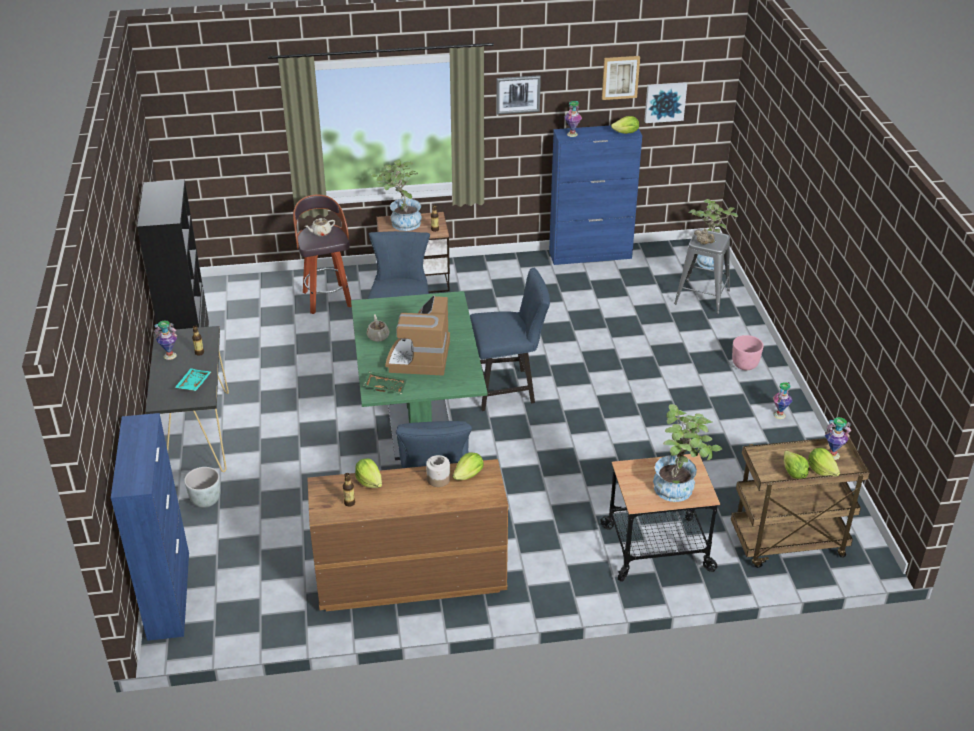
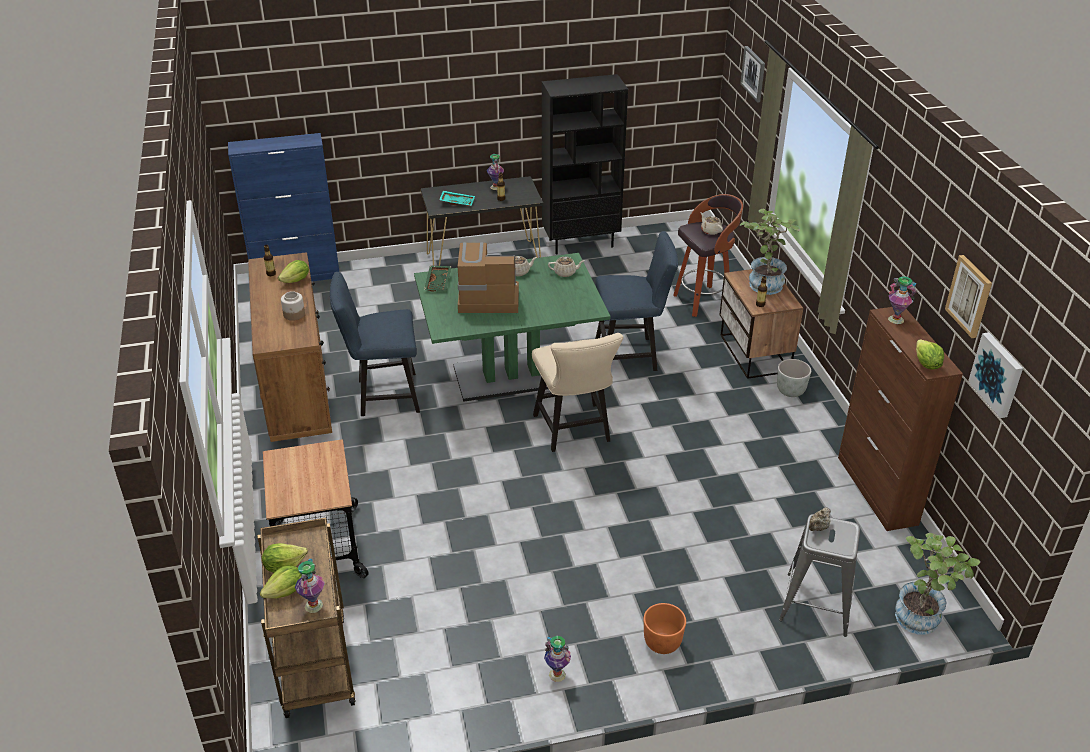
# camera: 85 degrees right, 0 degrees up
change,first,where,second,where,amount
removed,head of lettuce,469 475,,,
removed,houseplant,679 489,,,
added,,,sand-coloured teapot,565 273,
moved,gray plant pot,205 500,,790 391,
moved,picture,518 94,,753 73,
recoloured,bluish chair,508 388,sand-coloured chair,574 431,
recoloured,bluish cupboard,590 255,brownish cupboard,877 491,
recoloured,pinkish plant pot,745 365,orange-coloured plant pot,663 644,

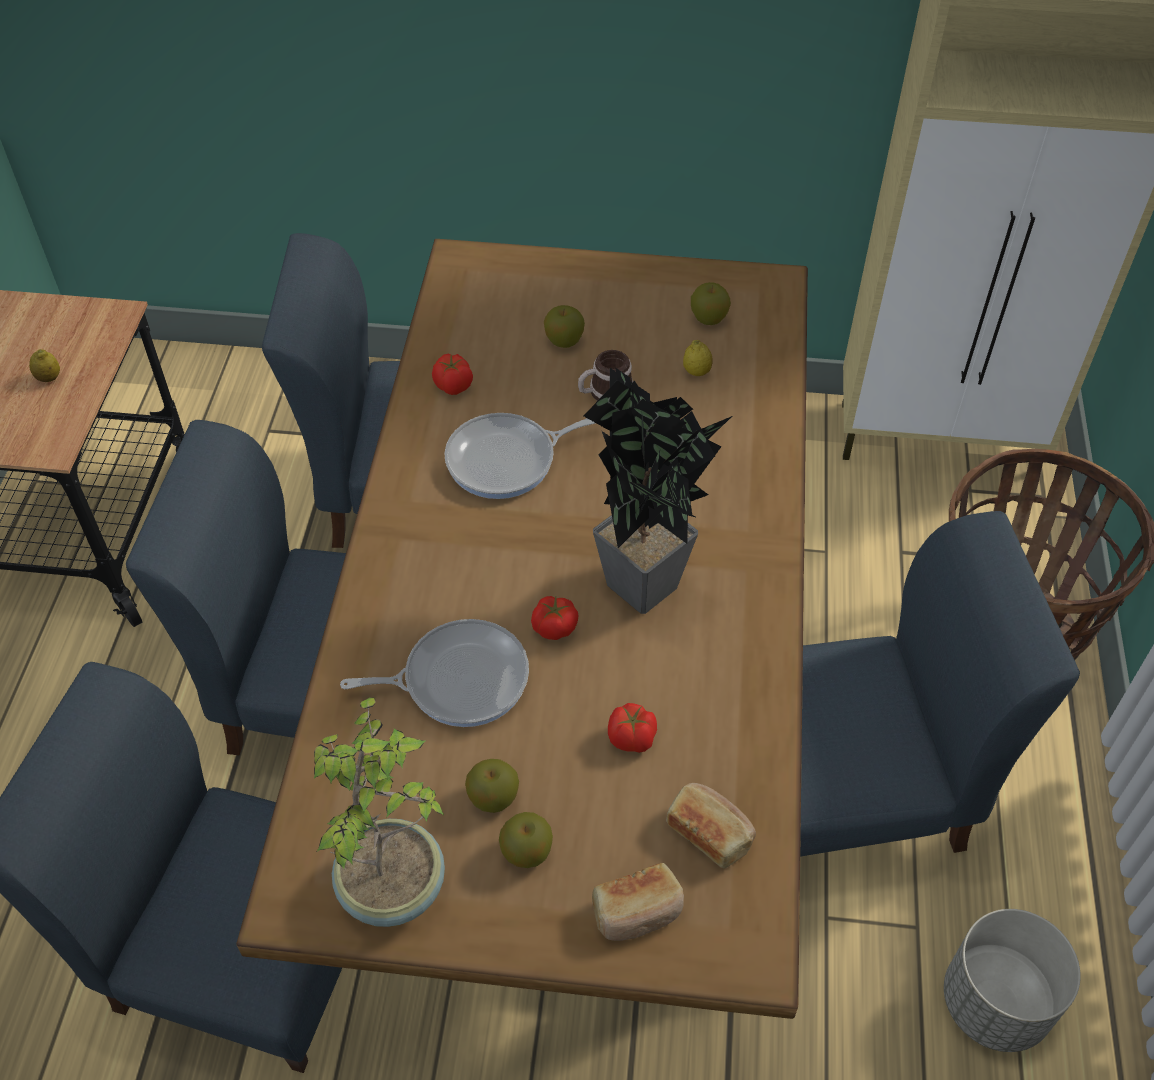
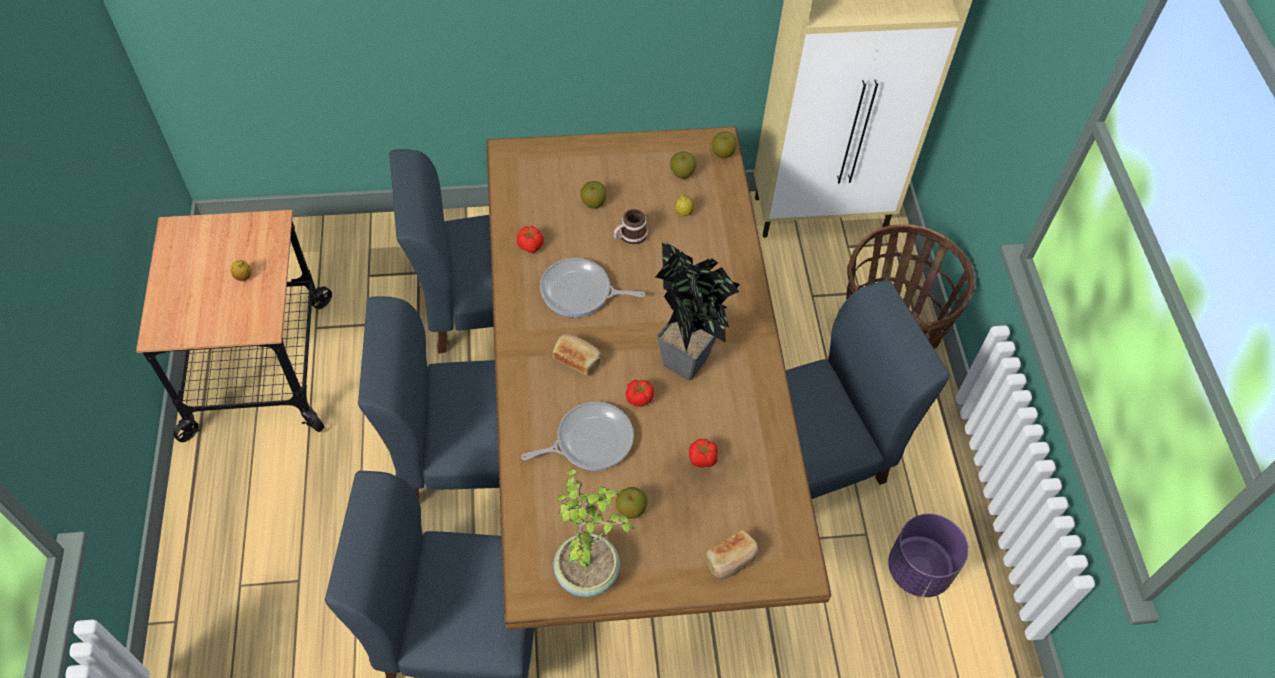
# camera: 15 degrees left, 5 degrees up
change,first,where,second,where,amount
moved,apple,526 852,,723 153,
moved,bakery bread,710 832,,577 359,
recoloured,gray plant pot,996 1002,purple-coloured plant pot,919 569,
turned,pan,507 460,,580 292,45 degrees clockwise

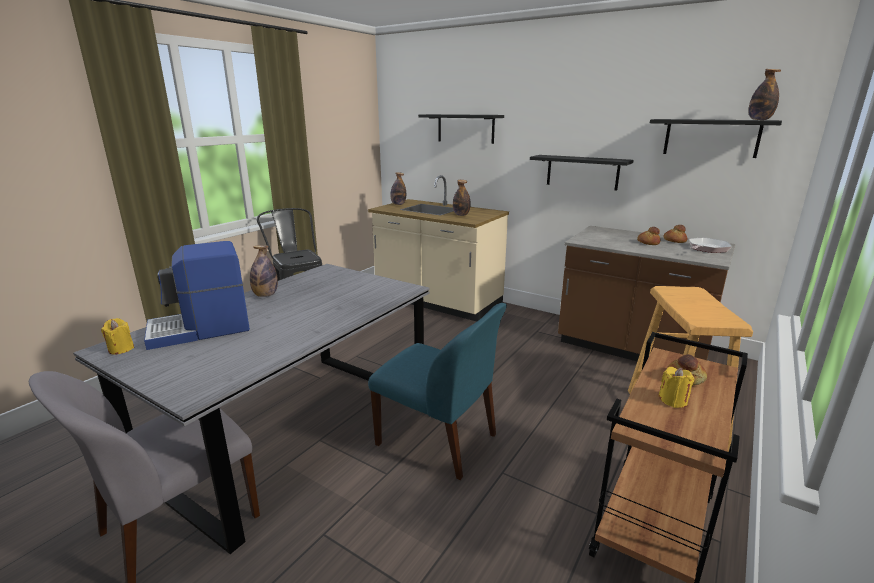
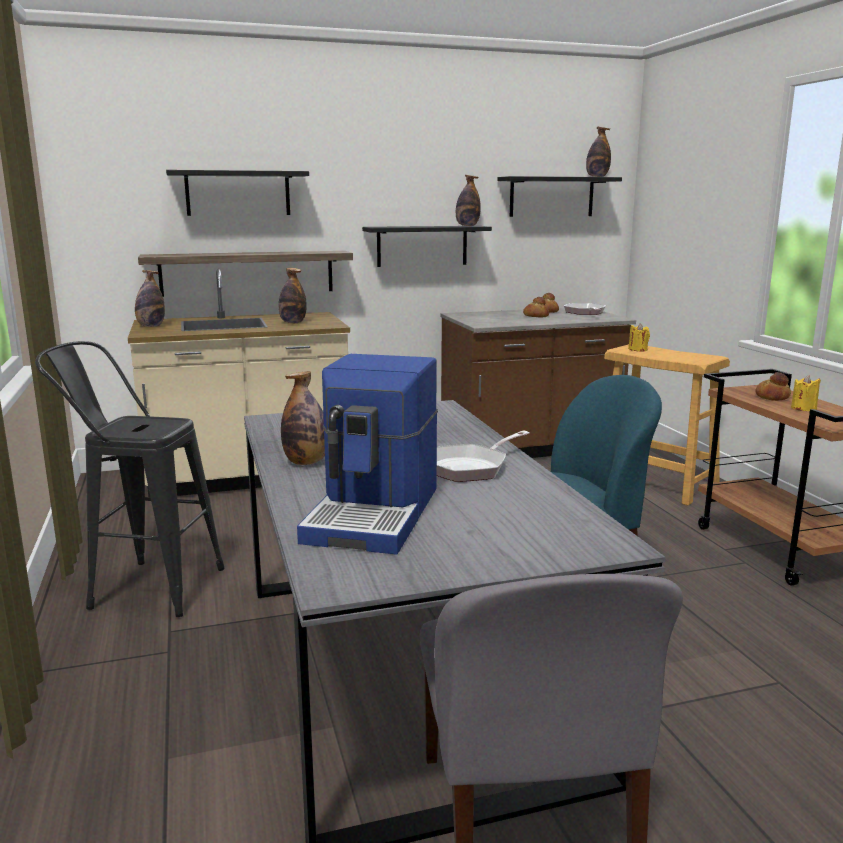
# camera: 50 degrees left, 5 degrees down
change,first,where,second,where,amount
added,,,wall shelf,247 273,
added,,,pan,470 467,
added,,,beverage bottle,467 226,
moved,yellow candle,121 349,,638 349,

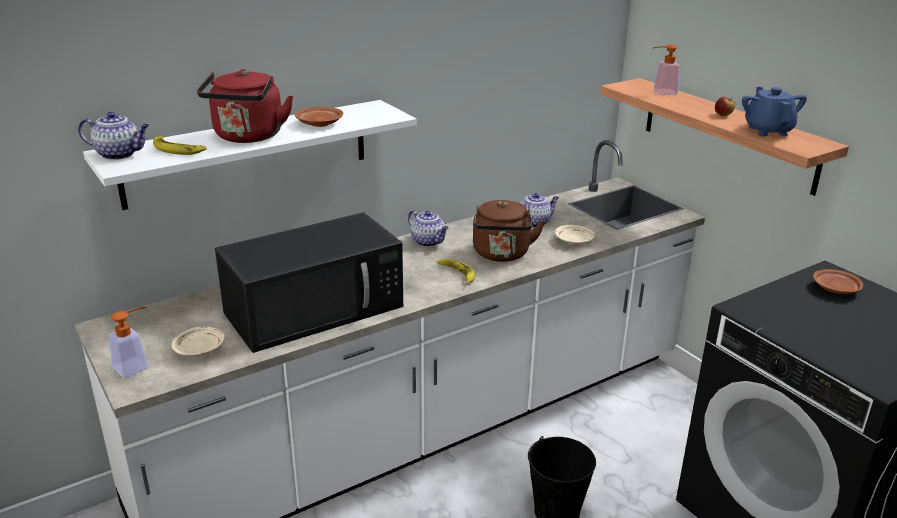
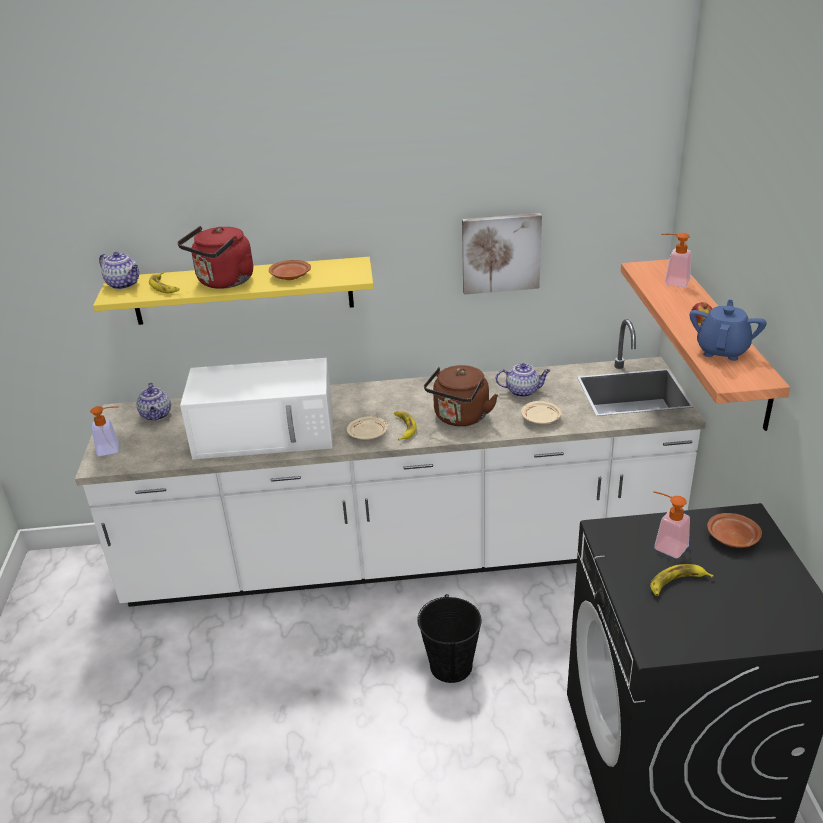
# camera: 30 degrees right, 5 degrees up
change,first,where,second,where,amount
added,,,picture,500 253,
added,,,banana fruit,677 583,
added,,,soap bottle,665 545,
moved,sand-coloured flat dish,200 349,,368 434,
moved,teapot,428 242,,157 415,
recoloured,whitish wall shelf,248 153,yellow wall shelf,243 291,
recoloured,blackish microwave,316 308,whitish microwave,267 433,

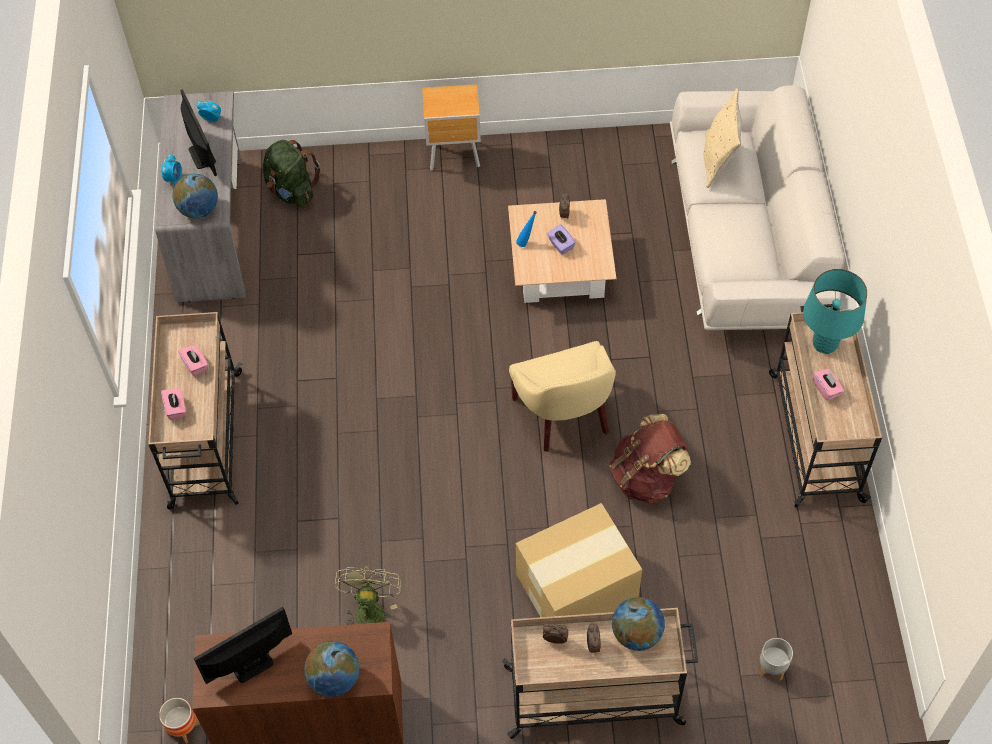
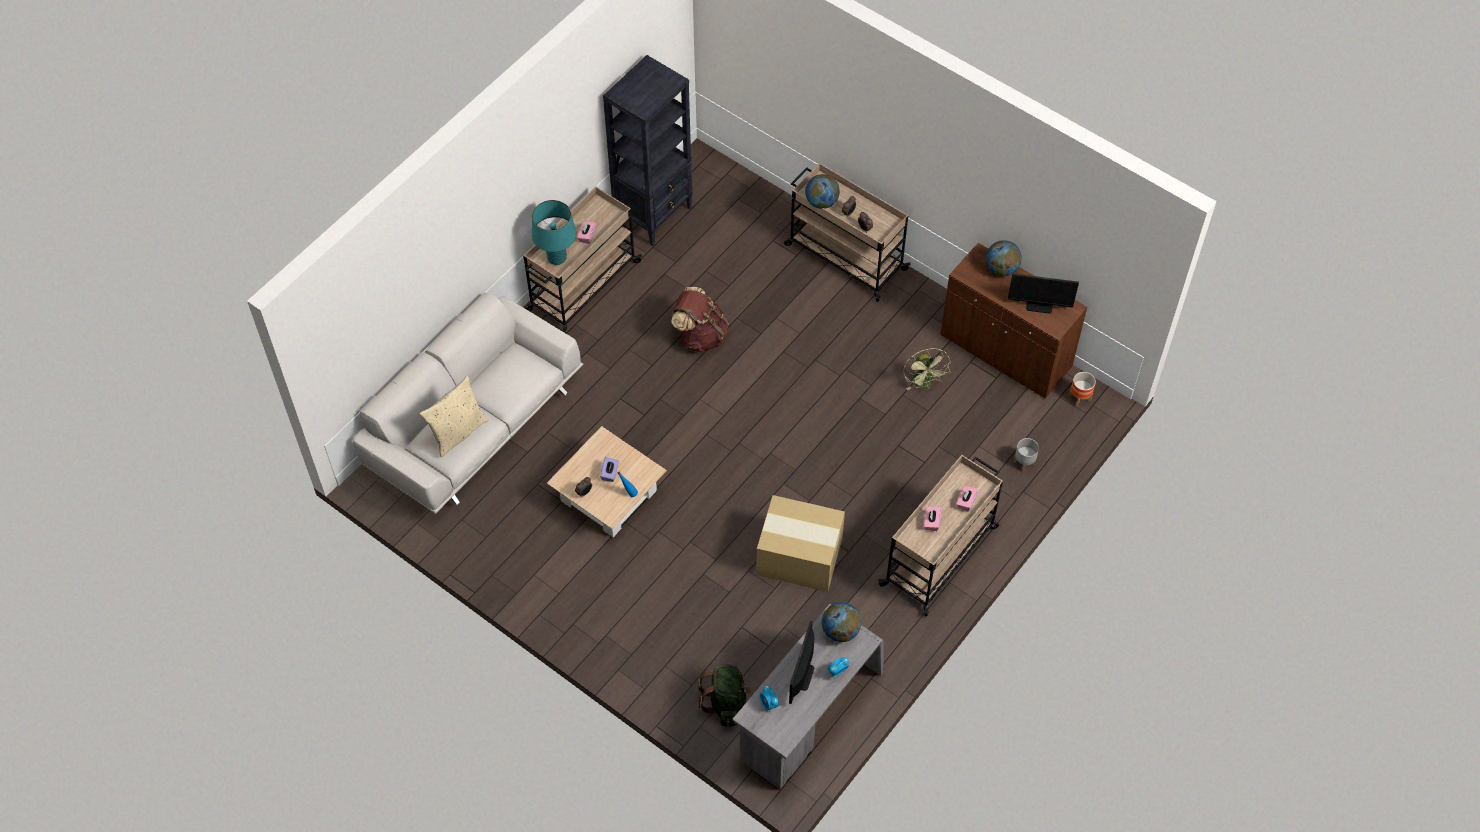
# camera: 140 degrees left, 0 degrees up
change,first,where,second,where,amount
removed,brownish nightstand,455 156,,,
removed,sand-coloured easy chair,565 415,,,
added,,,blackish bookshelf,654 214,
moved,carton,578 587,,798 556,
moved,gray plant pot,771 667,,1024 463,
turned,green-coloured electric fan,369 608,,924 383,60 degrees counterclockwise

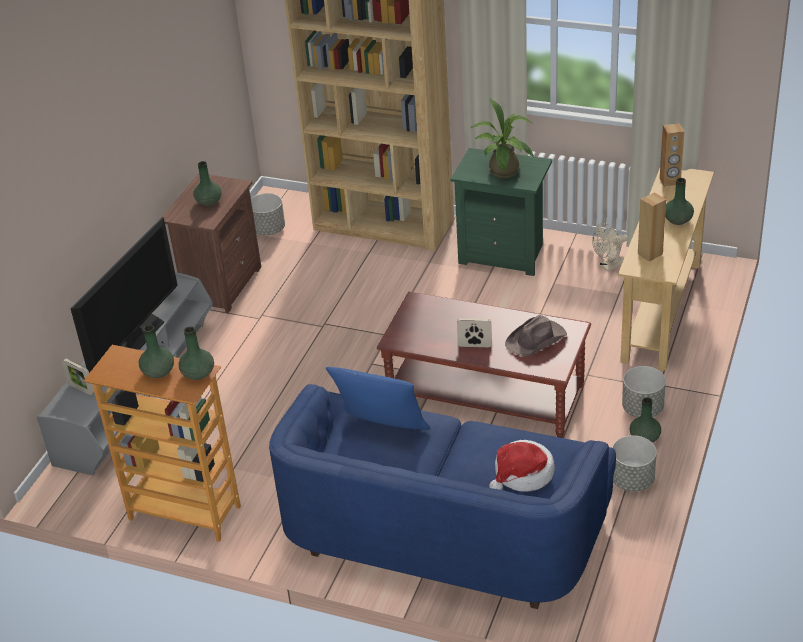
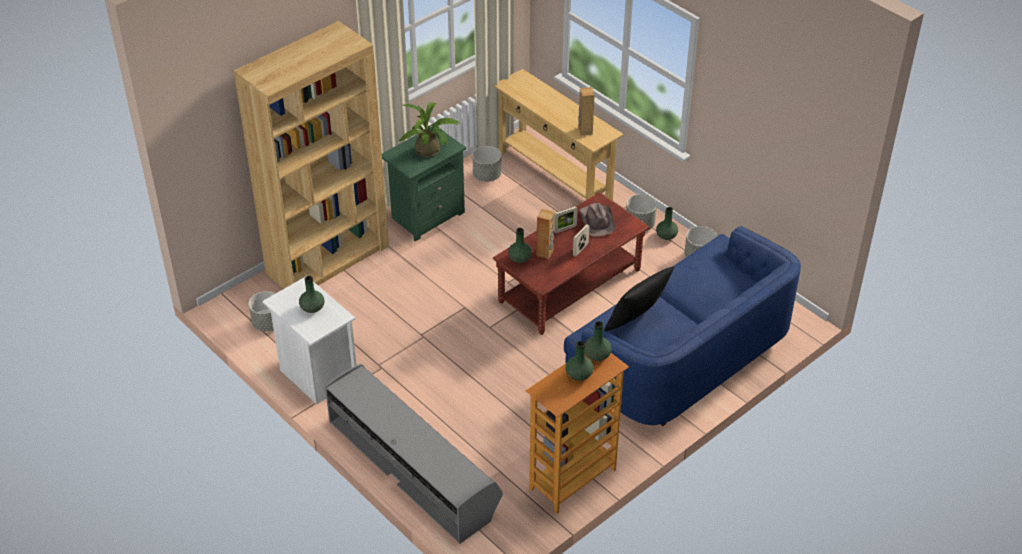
# camera: 65 degrees left, 5 degrees up
change,first,where,second,where,amount
removed,TV set,135 338,,,
removed,hat,522 474,,,
moved,standing frame,81 389,,565 229,
moved,brownish audio speaker,670 181,,545 253,
moved,green-coloured vase,677 220,,519 258,
replaced,sand-coloured electric fan,609 266,gray plant pot,487 175,
recoloured,brownish nightstand,221 285,whitish nightstand,316 375,
recoloured,bluish cushion,381 430,blackish cushion,636 321,

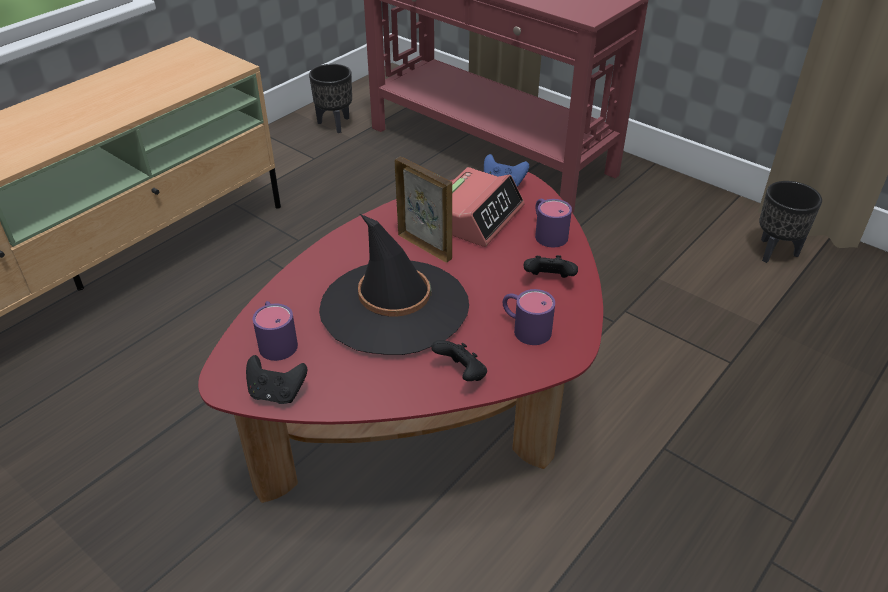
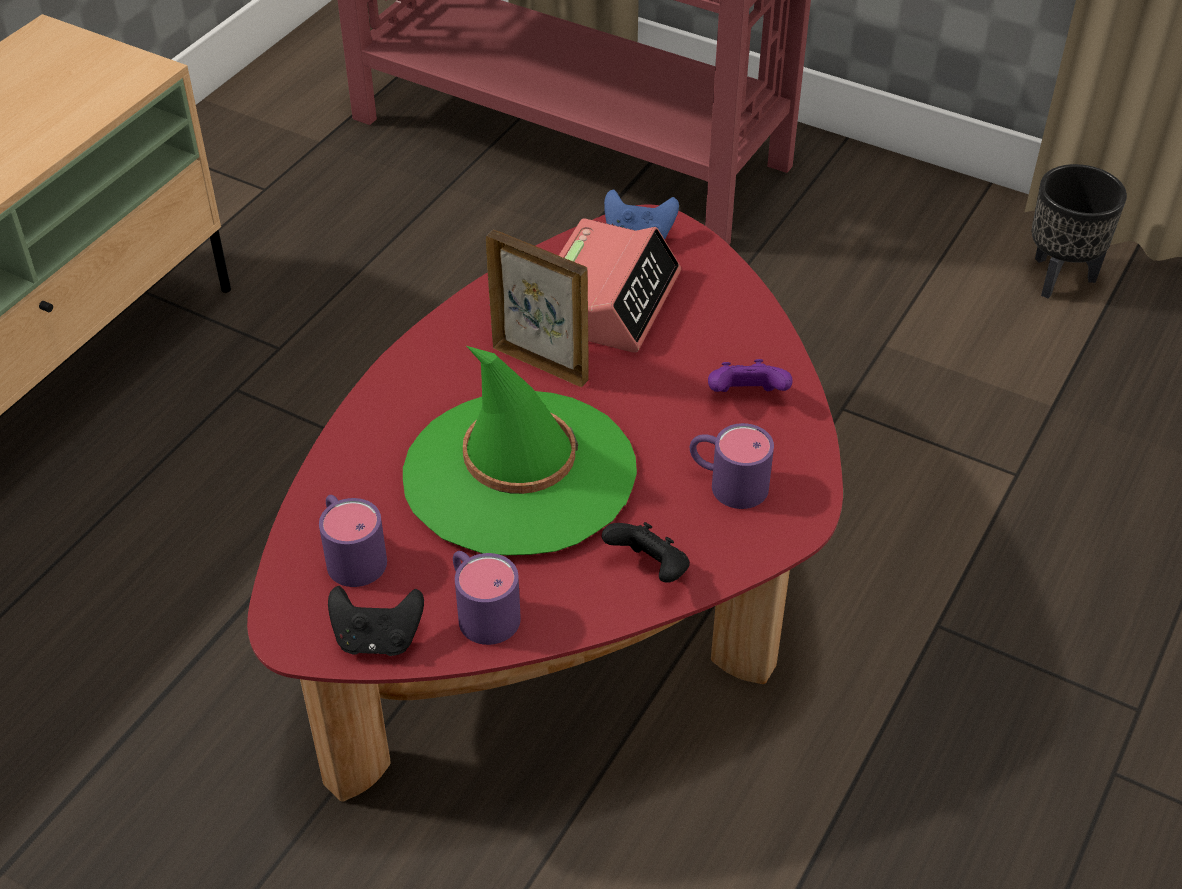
# camera: 10 degrees left, 5 degrees up
change,first,where,second,where,amount
removed,blackish plant pot,335 124,,,
moved,purple-coloured coffee mug,547 233,,481 610,
recoloured,blackish hat,394 306,green-coloured hat,519 473,
recoloured,blackish joypad,549 280,purple-coloured joypad,746 397,

